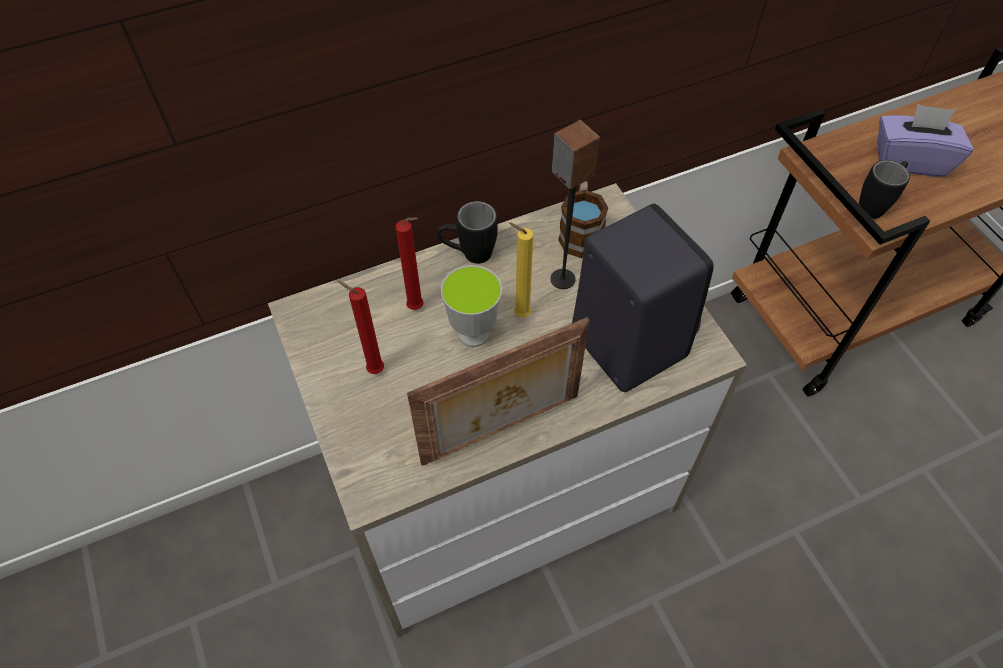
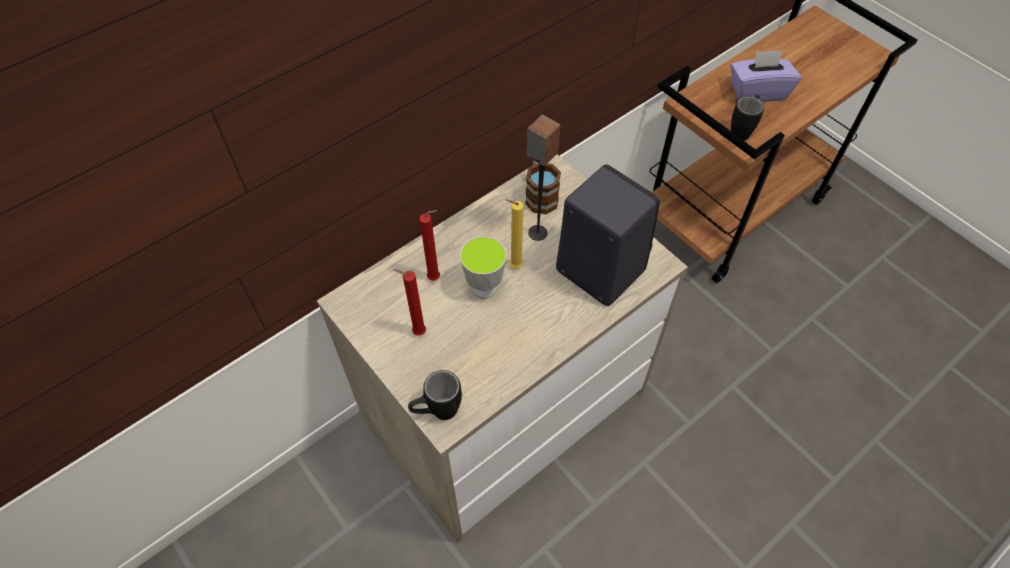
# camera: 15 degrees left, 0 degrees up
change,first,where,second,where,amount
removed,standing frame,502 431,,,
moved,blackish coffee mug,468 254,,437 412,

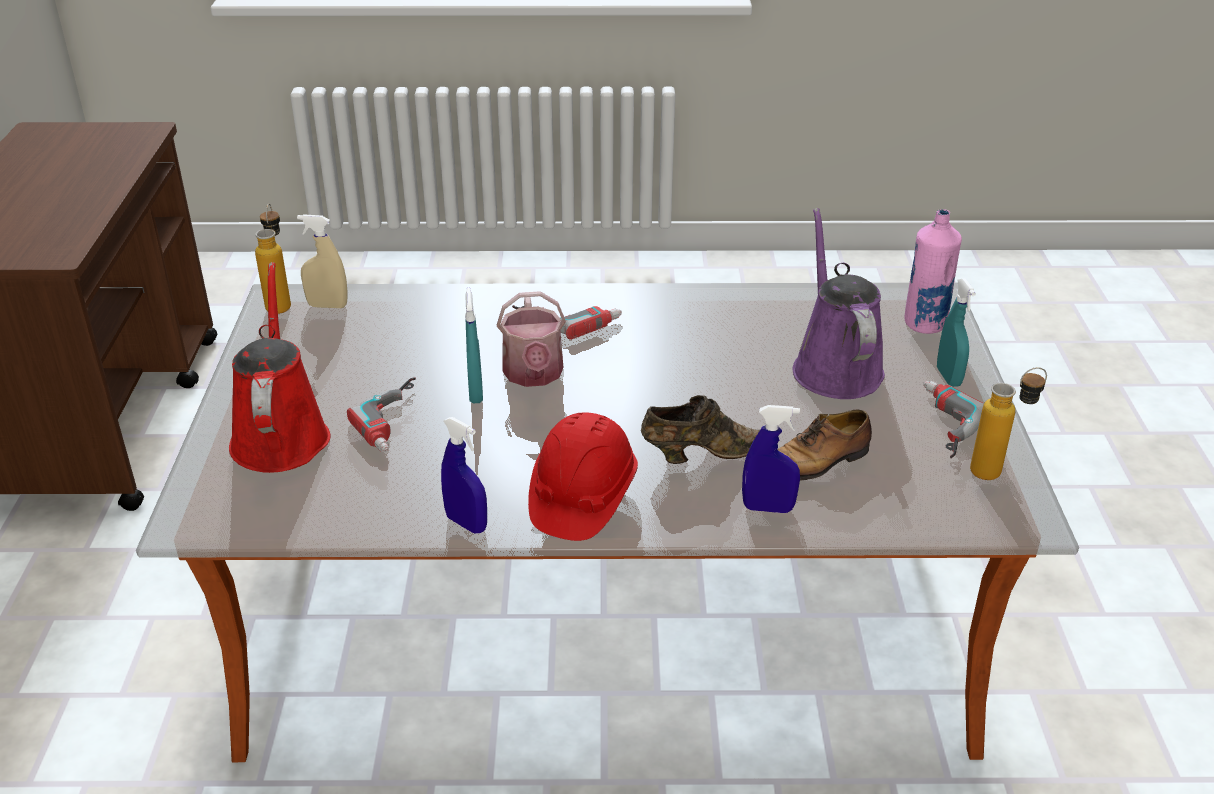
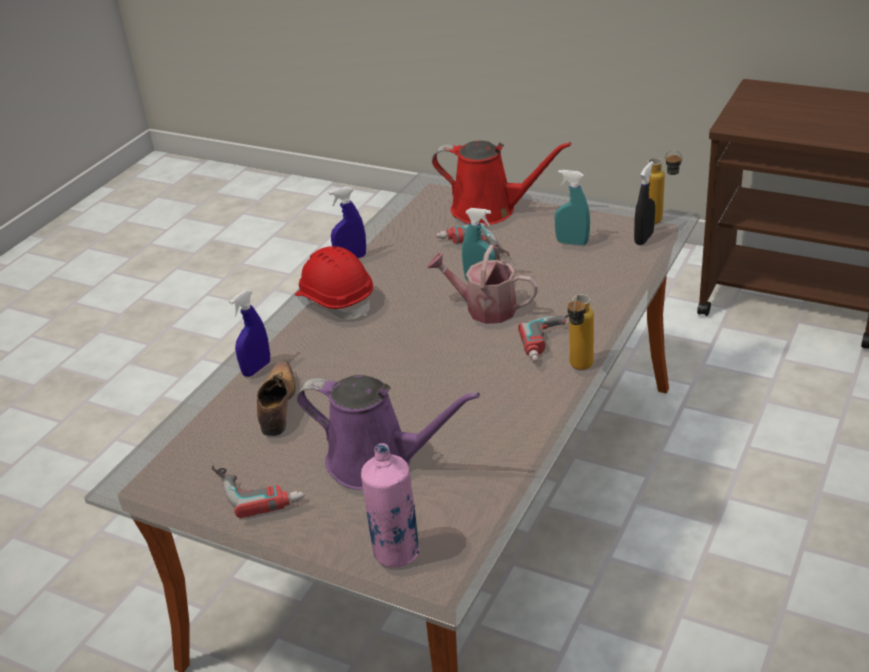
# camera: 120 degrees right, 0 degrees up
change,first,where,second,where,amount
removed,brownish low shoe,700 453,,,
moved,blue-green hand sprayer,948 377,,572 242,
moved,beverage bottle,997 471,,579 369,
recoloured,sand-coloured hand sprayer,327 306,blackish hand sprayer,644 238,

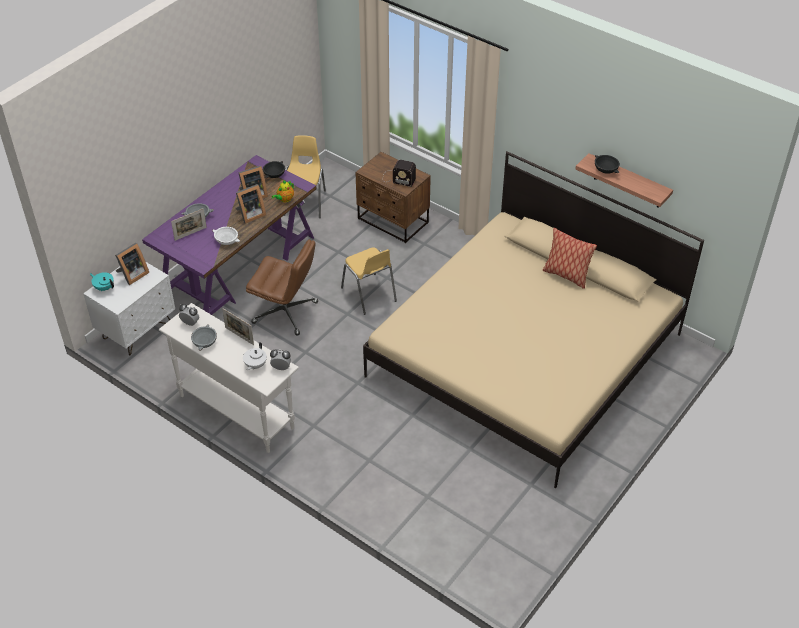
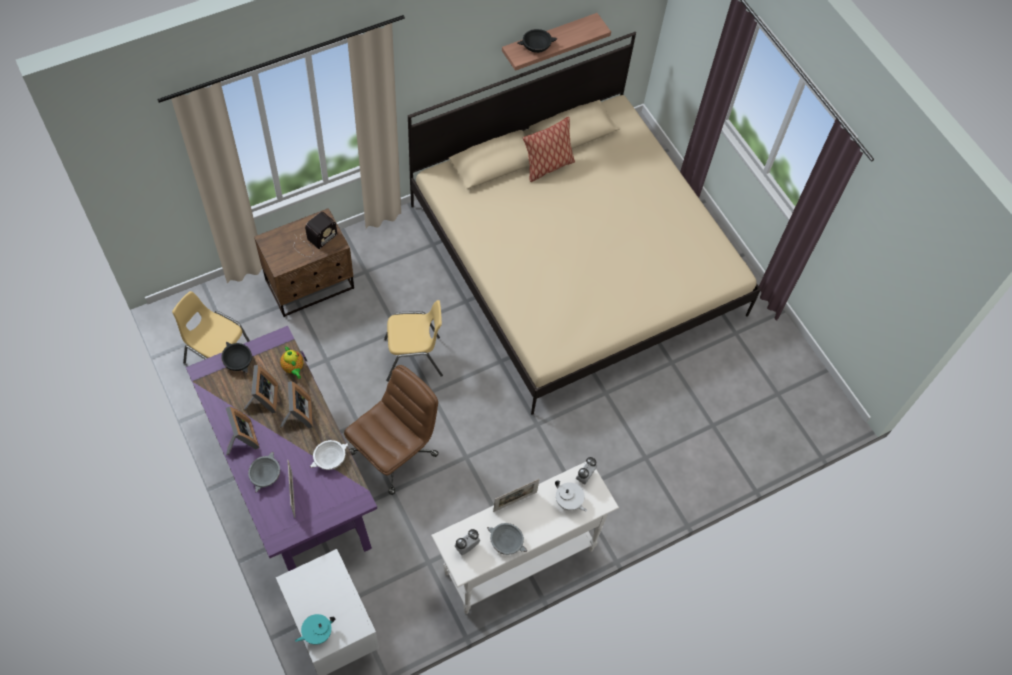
# camera: 70 degrees left, 15 degrees up
change,first,where,second,where,amount
moved,standing frame,132 275,,242 439,

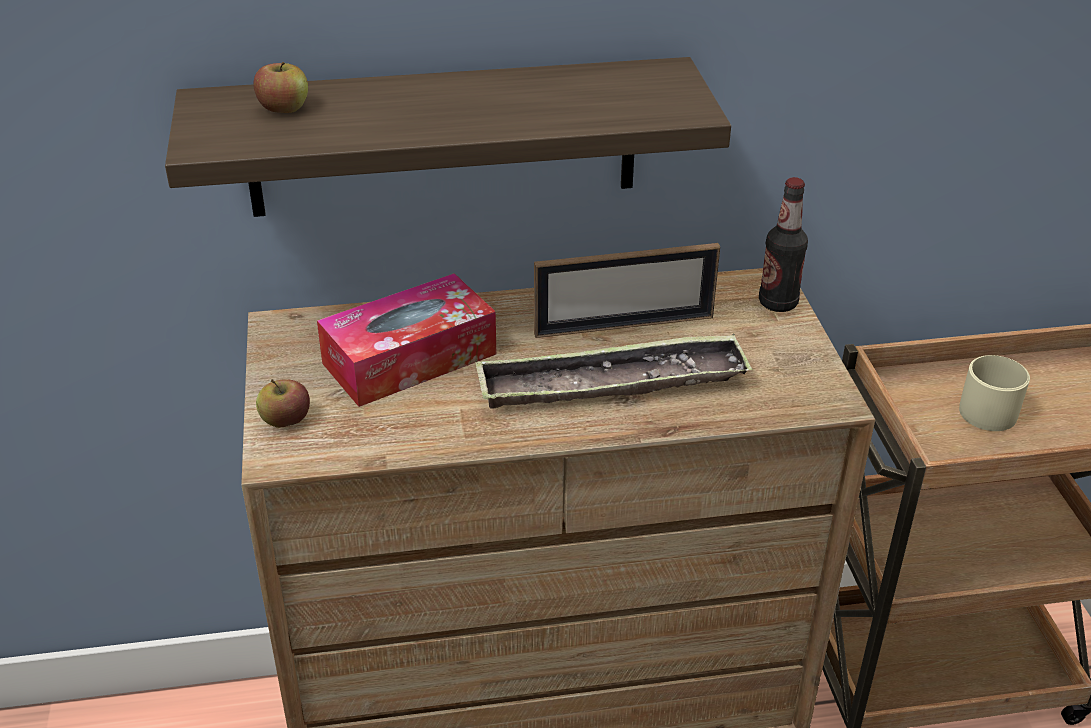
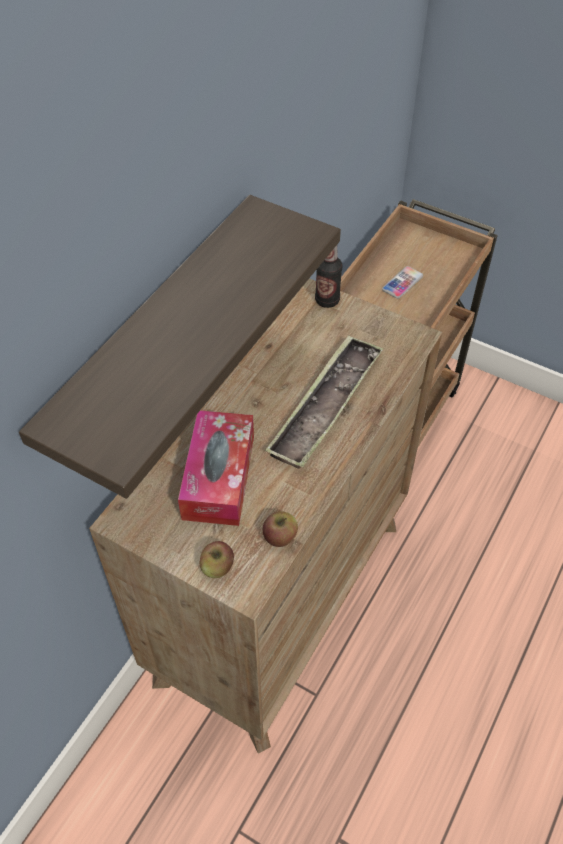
# camera: 50 degrees left, 15 degrees up
change,first,where,second,where,amount
removed,standing frame,624 325,,,
moved,apple,284 108,,280 536,
replaced,sand-coloured coffee mug,985 407,phone,402 283,

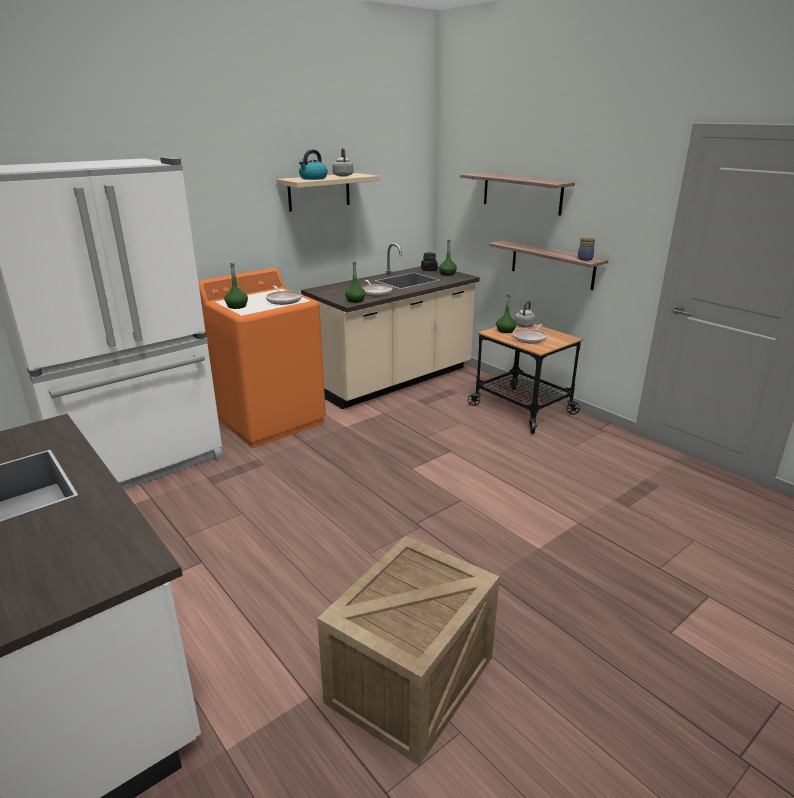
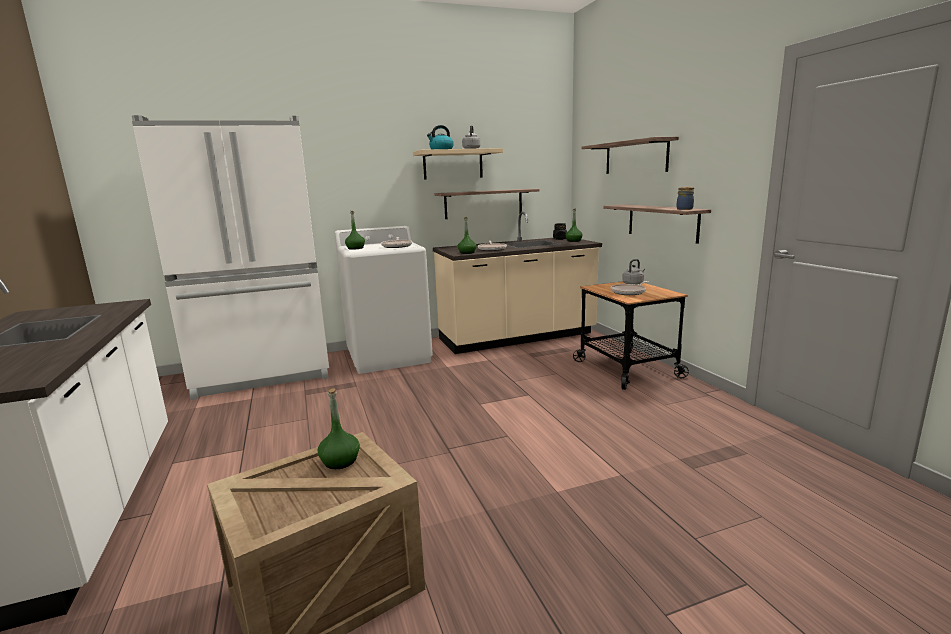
# camera: 20 degrees right, 10 degrees down
change,first,where,second,where,amount
added,,,wall shelf,483 203,
moved,green-coloured beverage bottle,505 331,,340 461,
recoloured,orange-coloured laundry machine,270 420,whitish laundry machine,389 356,

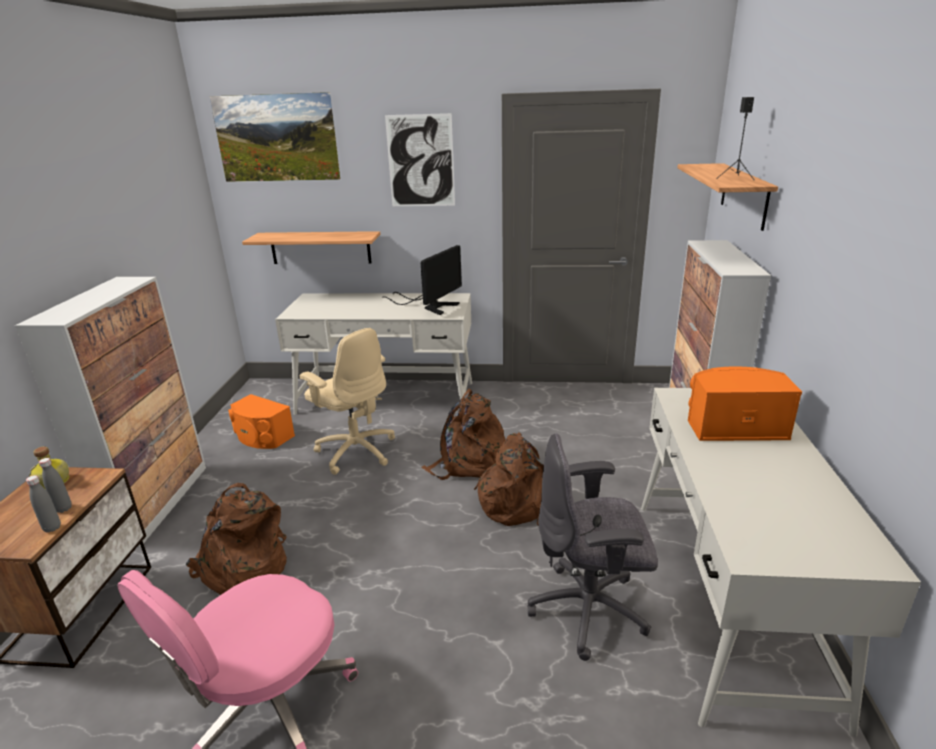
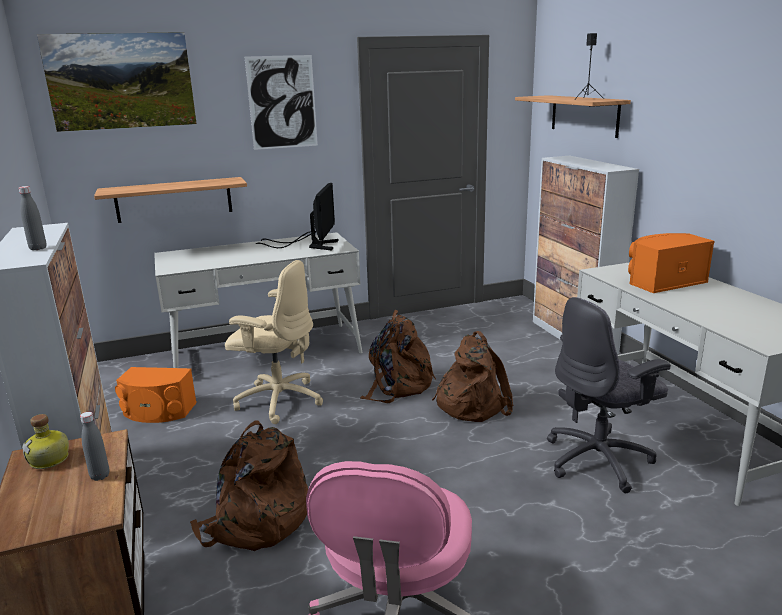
# camera: 25 degrees left, 5 degrees down
change,first,where,second,where,amount
moved,gray beverage bottle,52 528,,38 248,

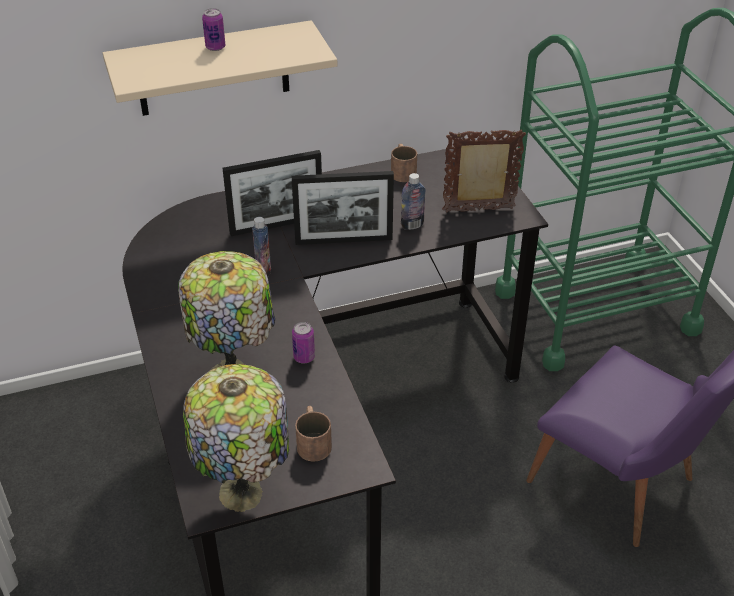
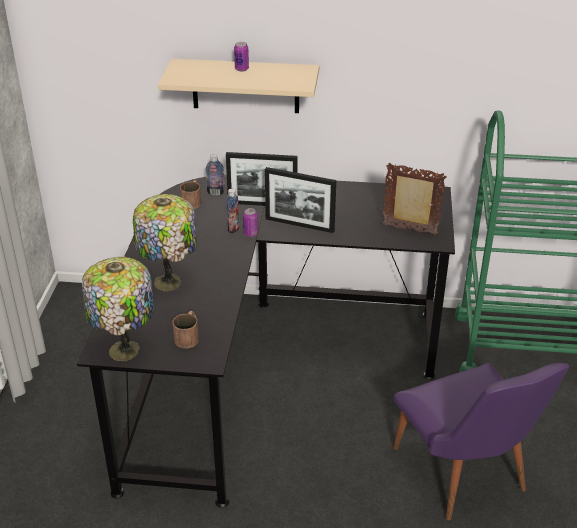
# camera: 25 degrees right, 5 degrees down
change,first,where,second,where,amount
moved,metal can,304 357,,250 233,
moved,brownish coffee mug,402 171,,193 201,
moved,beverage bottle,412 225,,216 193,

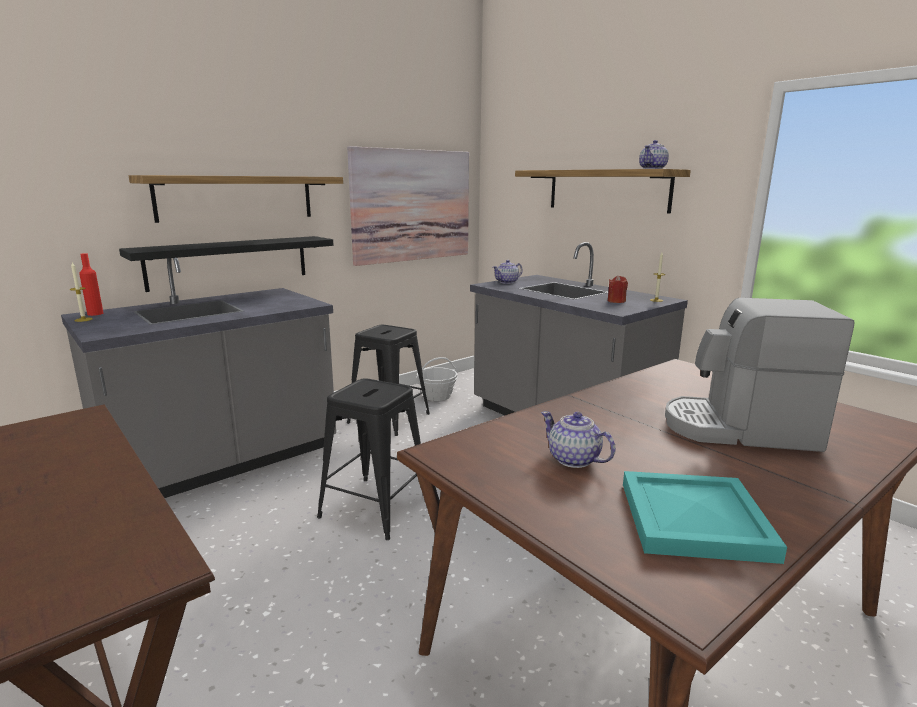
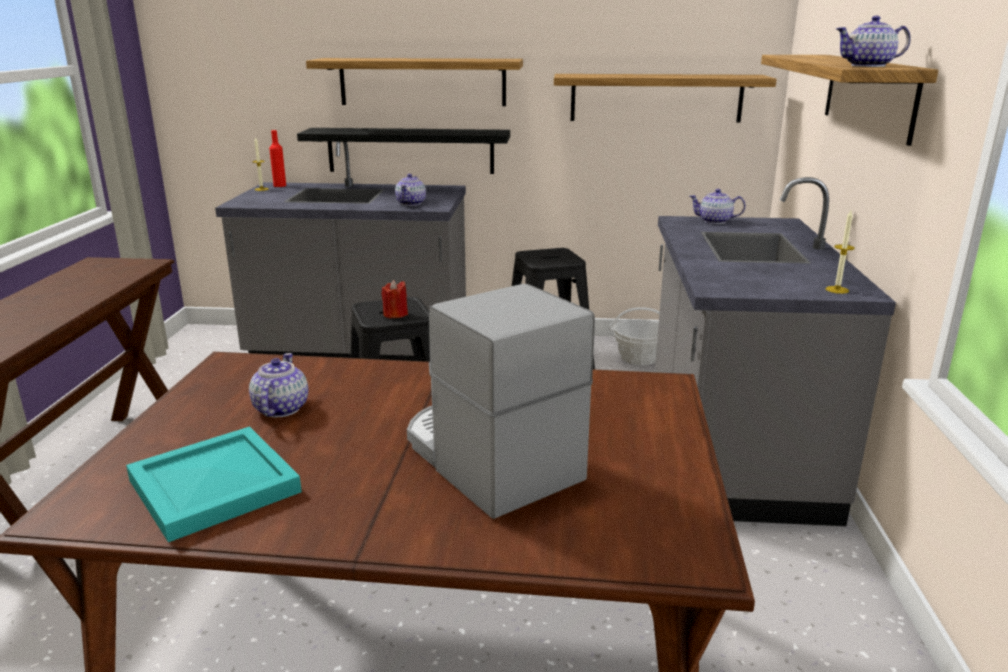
# camera: 45 degrees right, 5 degrees up
change,first,where,second,where,amount
added,,,teapot,411 203,
moved,red-coloured candle,616 301,,395 314,
replaced,picture,412 205,wall shelf,656 98,

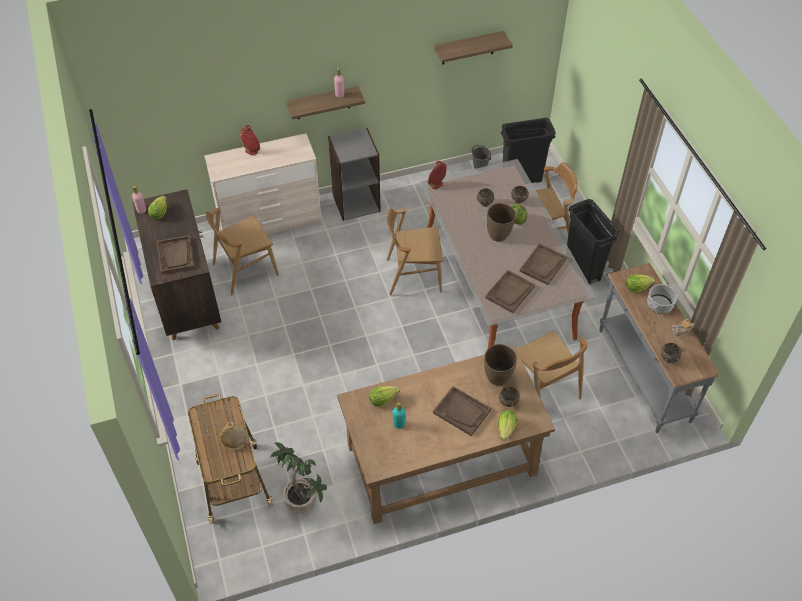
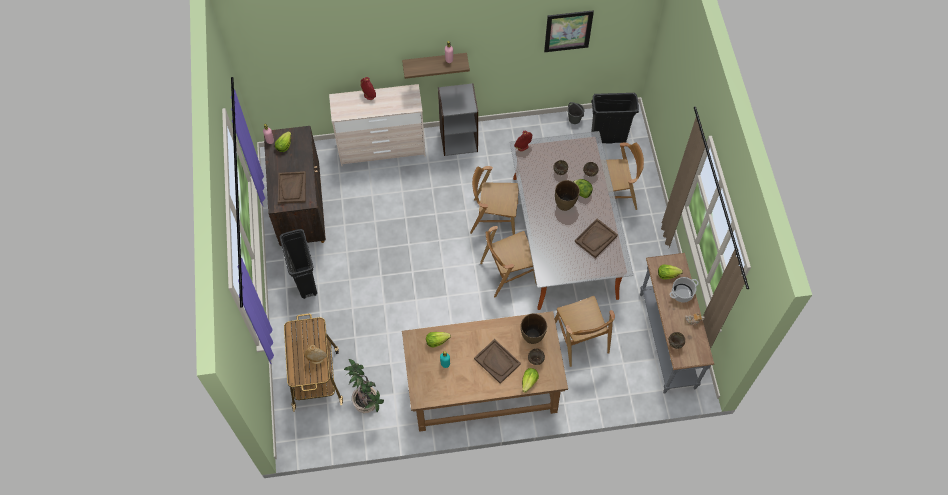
# camera: 10 degrees right, 10 degrees up
change,first,where,second,where,amount
removed,brownish serving tray,510 292,,,
moved,brownish chair,245 269,,508 273,
moved,blackish waste bin,583 269,,306 281,
replaced,wall shelf,468 48,picture,568 31,

